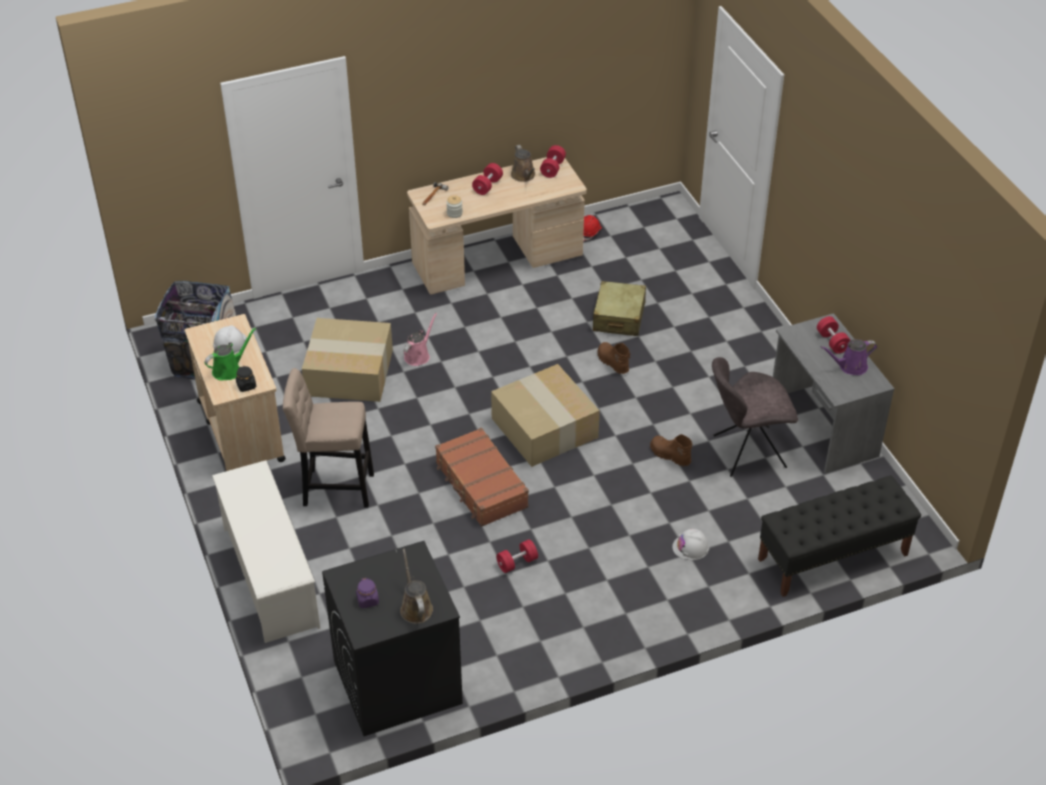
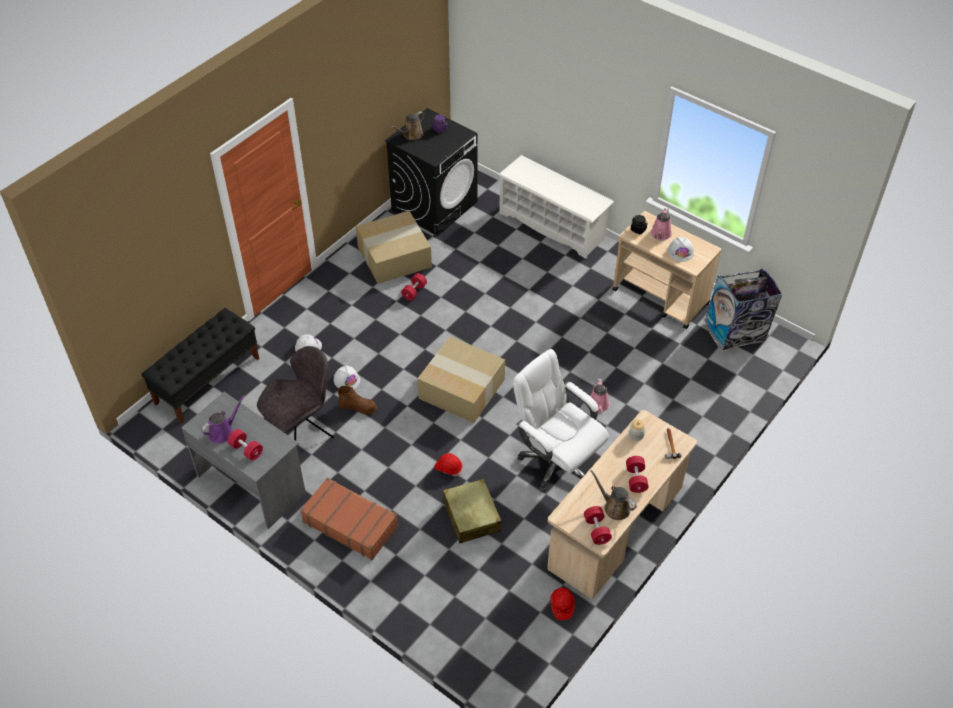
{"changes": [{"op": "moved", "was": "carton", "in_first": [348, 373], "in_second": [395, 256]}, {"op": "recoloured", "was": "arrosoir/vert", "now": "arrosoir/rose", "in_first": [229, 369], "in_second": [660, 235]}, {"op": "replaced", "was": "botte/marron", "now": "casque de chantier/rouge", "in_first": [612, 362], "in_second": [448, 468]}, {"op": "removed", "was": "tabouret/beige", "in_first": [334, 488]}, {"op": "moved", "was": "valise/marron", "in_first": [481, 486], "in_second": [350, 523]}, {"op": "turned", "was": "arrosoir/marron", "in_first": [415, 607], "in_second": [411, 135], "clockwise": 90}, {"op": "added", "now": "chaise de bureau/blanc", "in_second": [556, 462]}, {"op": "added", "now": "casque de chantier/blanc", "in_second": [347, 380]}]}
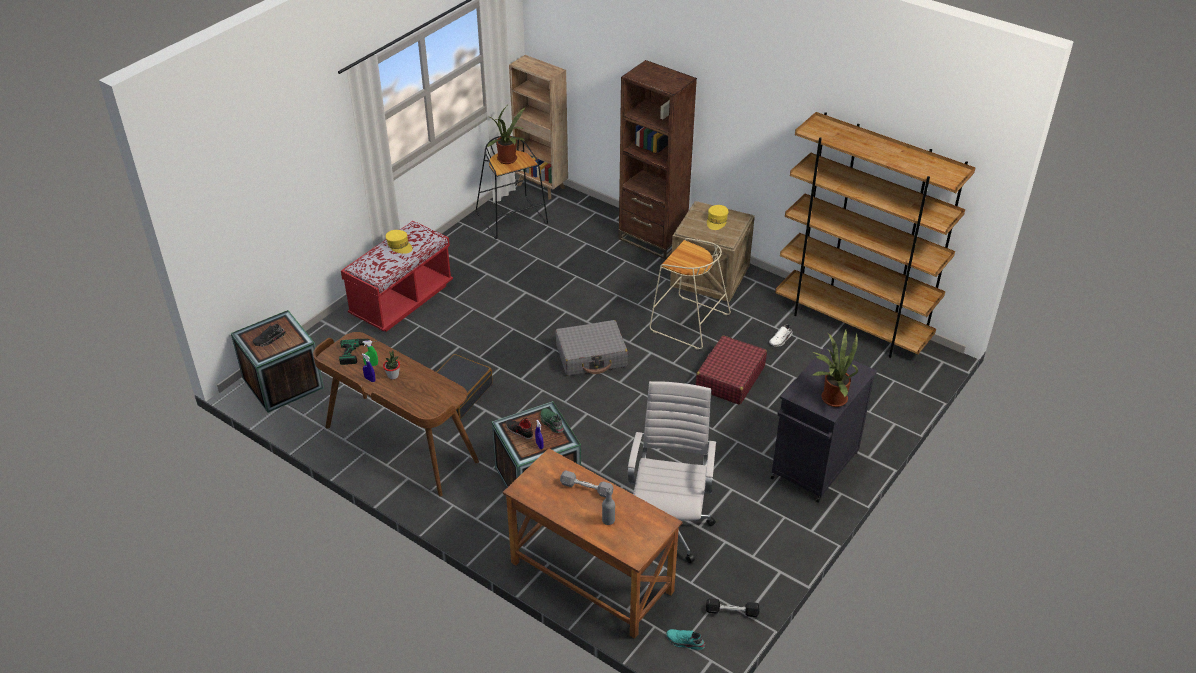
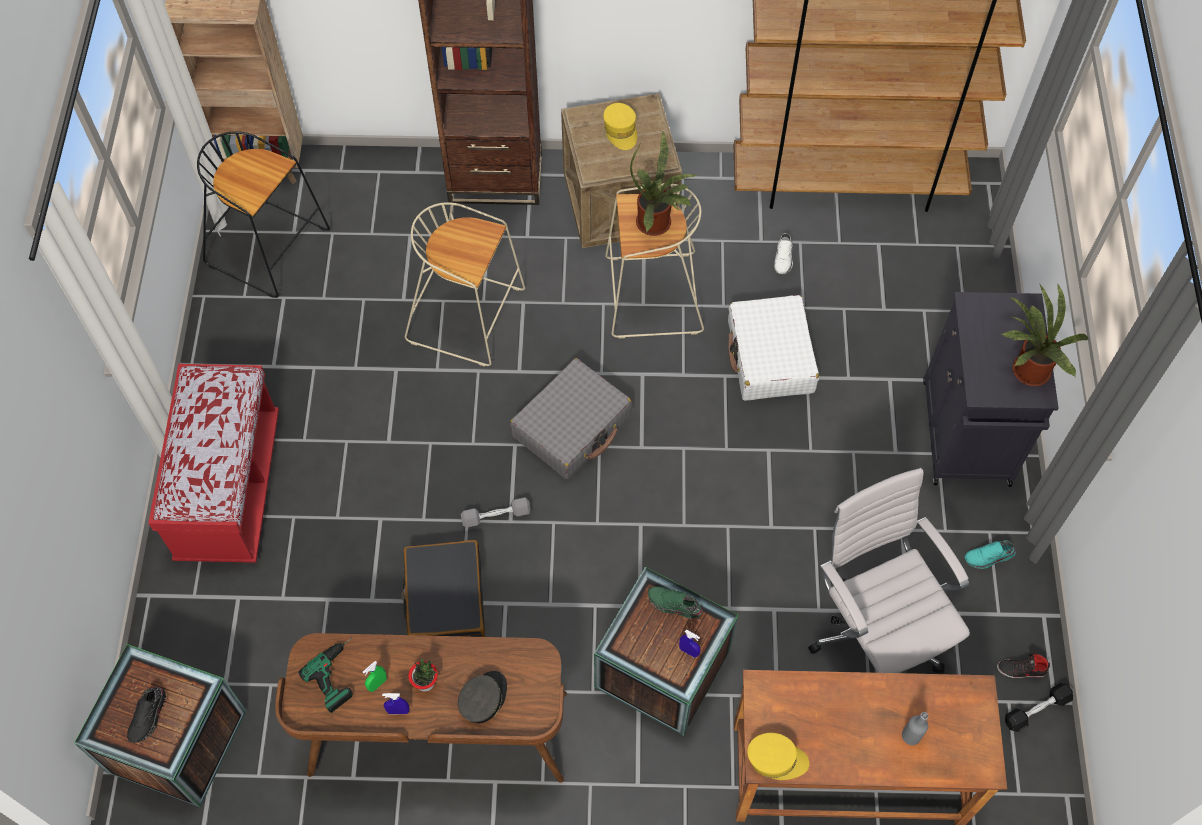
{"changes": [{"op": "moved", "was": "plante en pot", "in_first": [508, 160], "in_second": [657, 224]}, {"op": "moved", "was": "casquette/jaune", "in_first": [399, 245], "in_second": [776, 759]}, {"op": "recoloured", "was": "valise/rouge", "now": "valise/blanc", "in_first": [729, 378], "in_second": [770, 357]}, {"op": "moved", "was": "chaussure/noir", "in_first": [519, 431], "in_second": [1021, 670]}, {"op": "moved", "was": "haltère/gris", "in_first": [586, 489], "in_second": [496, 516]}, {"op": "moved", "was": "chaussure/turquoise", "in_first": [685, 642], "in_second": [988, 557]}, {"op": "added", "now": "tabouret/beige", "in_second": [469, 316]}, {"op": "added", "now": "casquette/gris", "in_second": [483, 699]}]}
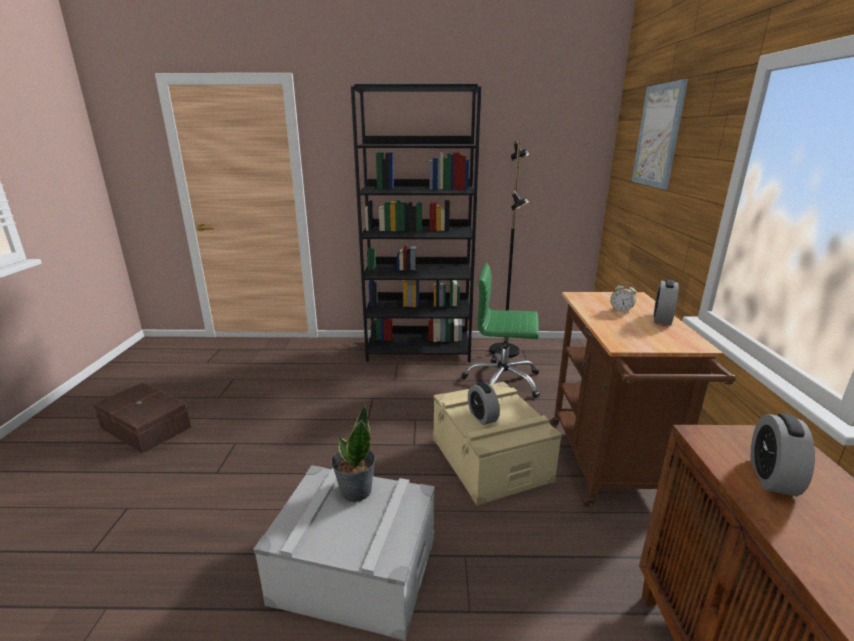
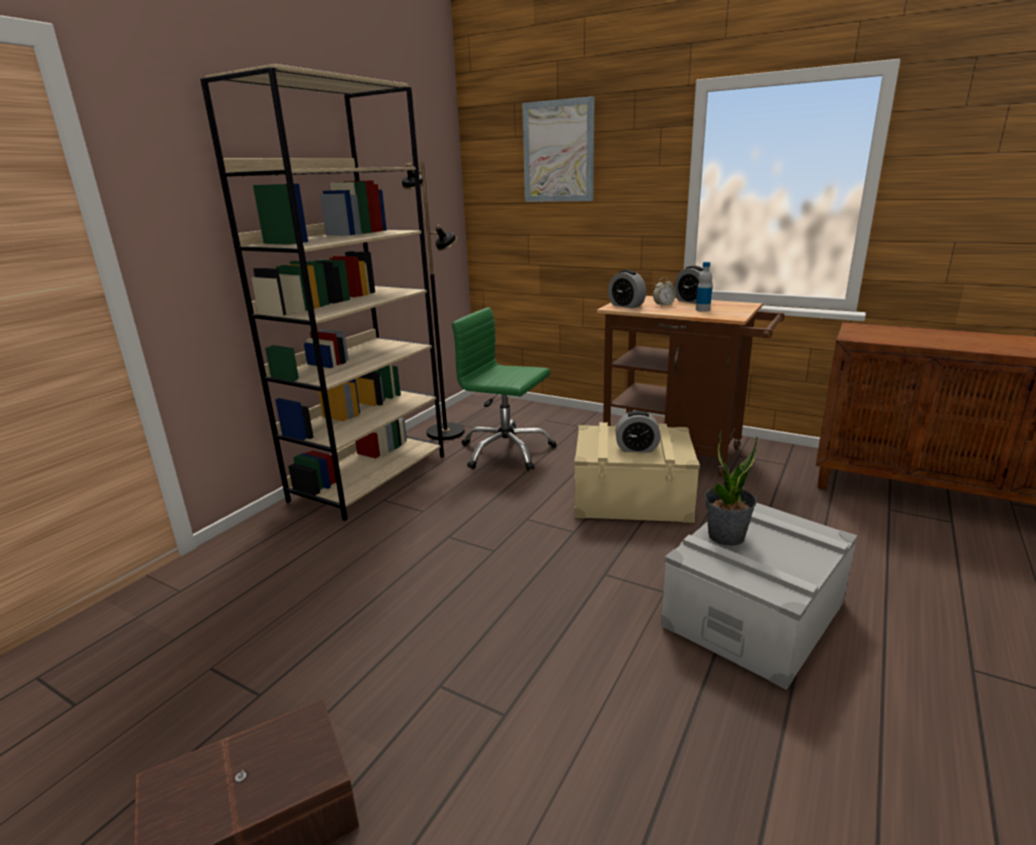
{"changes": [{"op": "recoloured", "was": "bibliothèque/noir", "now": "bibliothèque/beige", "in_first": [419, 350], "in_second": [370, 477]}, {"op": "turned", "was": "chaise de bureau/vert", "in_first": [502, 381], "in_second": [506, 451], "clockwise": 75}, {"op": "moved", "was": "réveil", "in_first": [772, 477], "in_second": [626, 305]}, {"op": "added", "now": "bouteille", "in_second": [702, 310]}]}
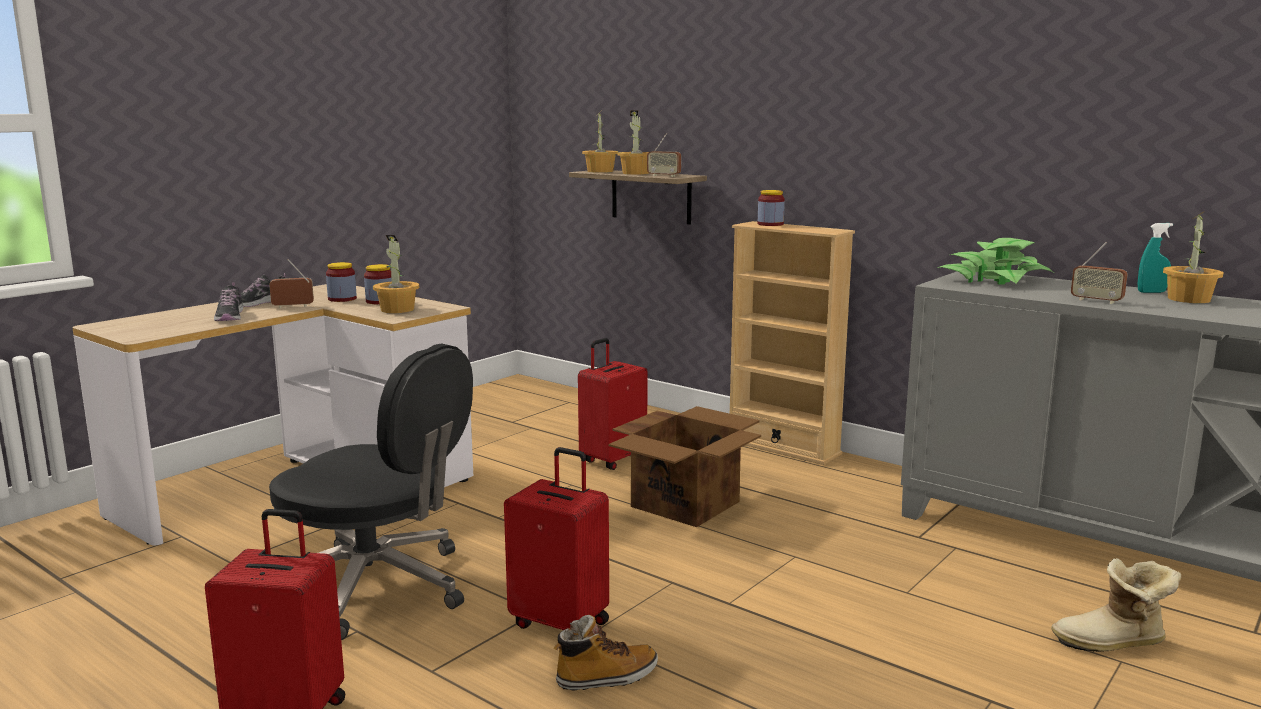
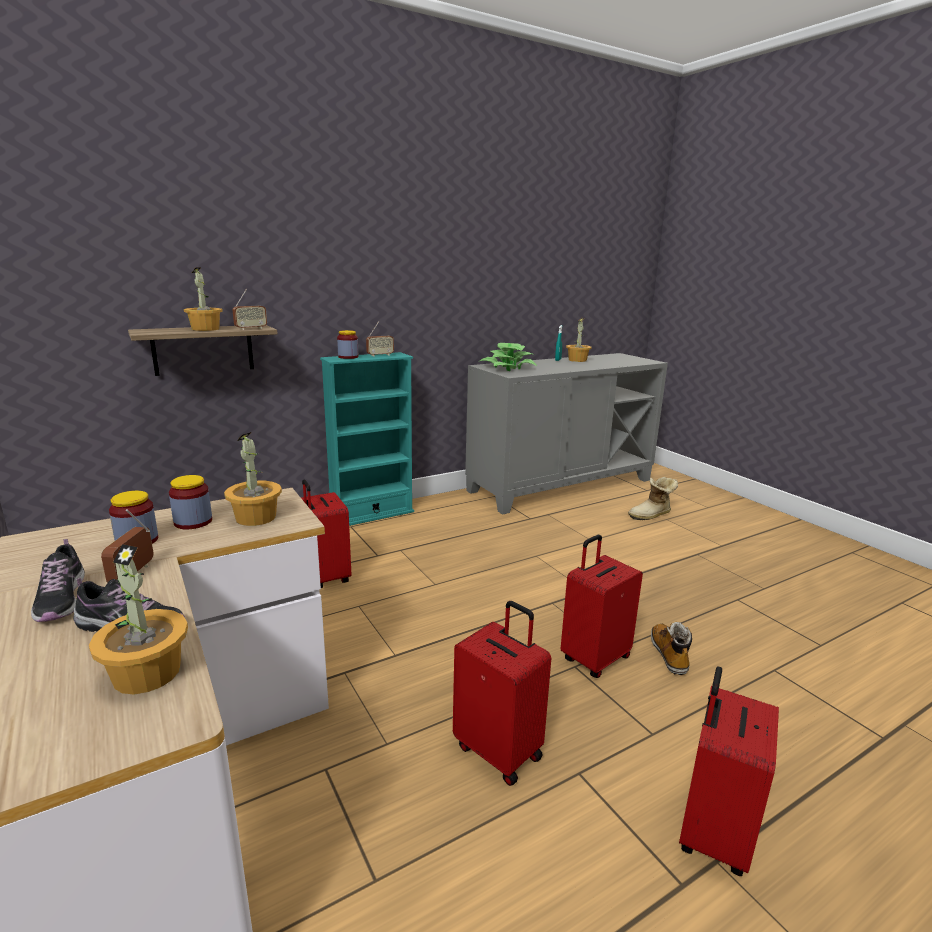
{"changes": [{"op": "moved", "was": "plante en pot", "in_first": [600, 171], "in_second": [148, 672]}, {"op": "recoloured", "was": "bibliothèque/beige", "now": "bibliothèque/turquoise", "in_first": [783, 447], "in_second": [372, 514]}, {"op": "moved", "was": "radio", "in_first": [1096, 301], "in_second": [380, 355]}, {"op": "replaced", "was": "chaise de bureau/noir", "now": "valise/rouge", "in_first": [377, 587], "in_second": [499, 750]}, {"op": "removed", "was": "carton", "in_first": [686, 503]}, {"op": "turned", "was": "botte", "in_first": [1113, 644], "in_second": [652, 515], "clockwise": 45}]}
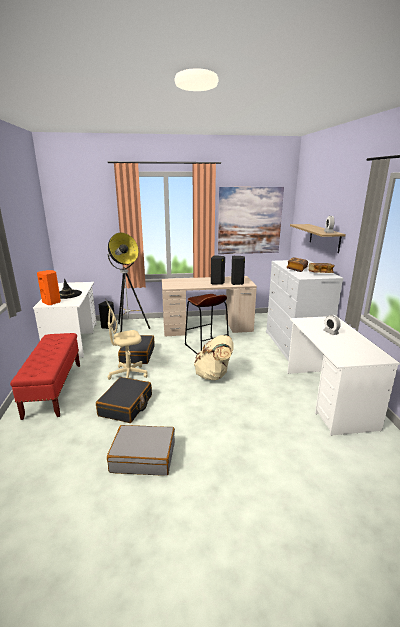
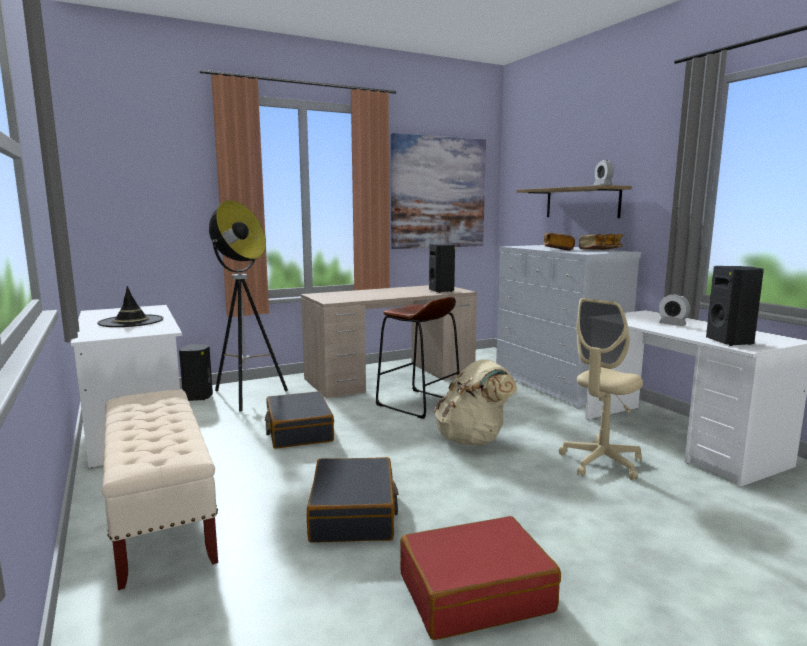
{"changes": [{"op": "moved", "was": "enceinte/noir", "in_first": [217, 283], "in_second": [731, 342]}, {"op": "removed", "was": "enceinte/orange", "in_first": [52, 302]}, {"op": "moved", "was": "chaise de bureau/beige", "in_first": [128, 375], "in_second": [601, 463]}, {"op": "recoloured", "was": "banc/rouge", "now": "banc/beige", "in_first": [54, 389], "in_second": [160, 516]}, {"op": "recoloured", "was": "valise/gris", "now": "valise/rouge", "in_first": [143, 457], "in_second": [475, 592]}]}
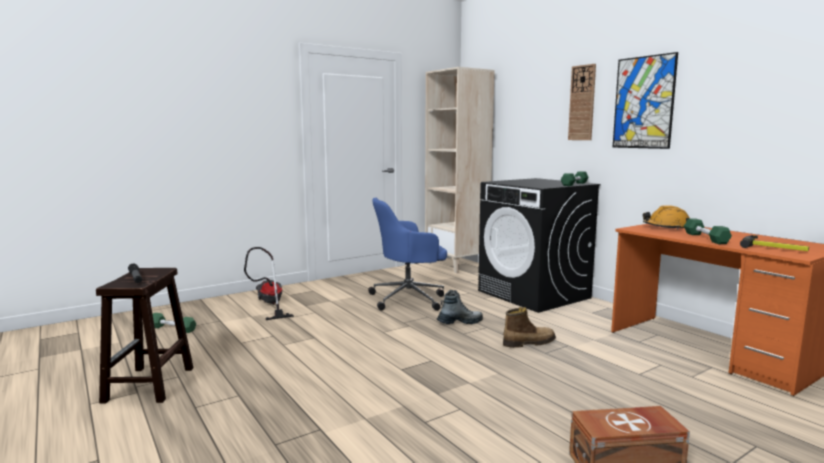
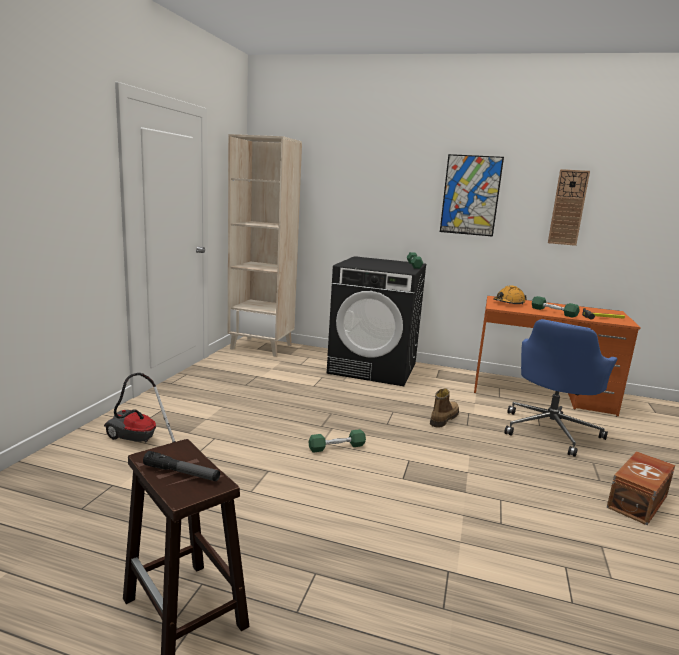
{"changes": [{"op": "moved", "was": "horloge murale", "in_first": [582, 103], "in_second": [568, 207]}, {"op": "moved", "was": "chaise de bureau/bleu", "in_first": [409, 299], "in_second": [551, 430]}, {"op": "removed", "was": "botte", "in_first": [459, 322]}, {"op": "moved", "was": "haltère/vert", "in_first": [172, 329], "in_second": [336, 447]}]}
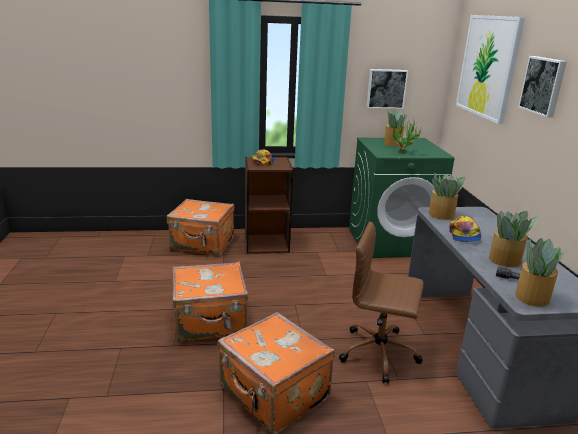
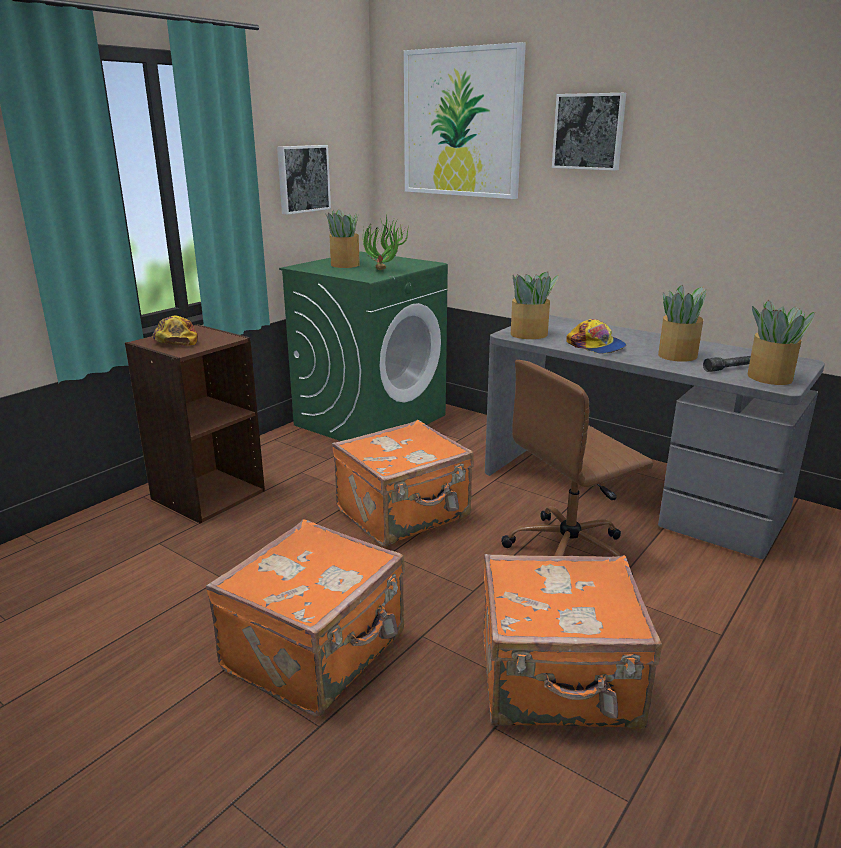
{"changes": [{"op": "moved", "was": "valise/orange", "in_first": [202, 244], "in_second": [404, 514]}]}
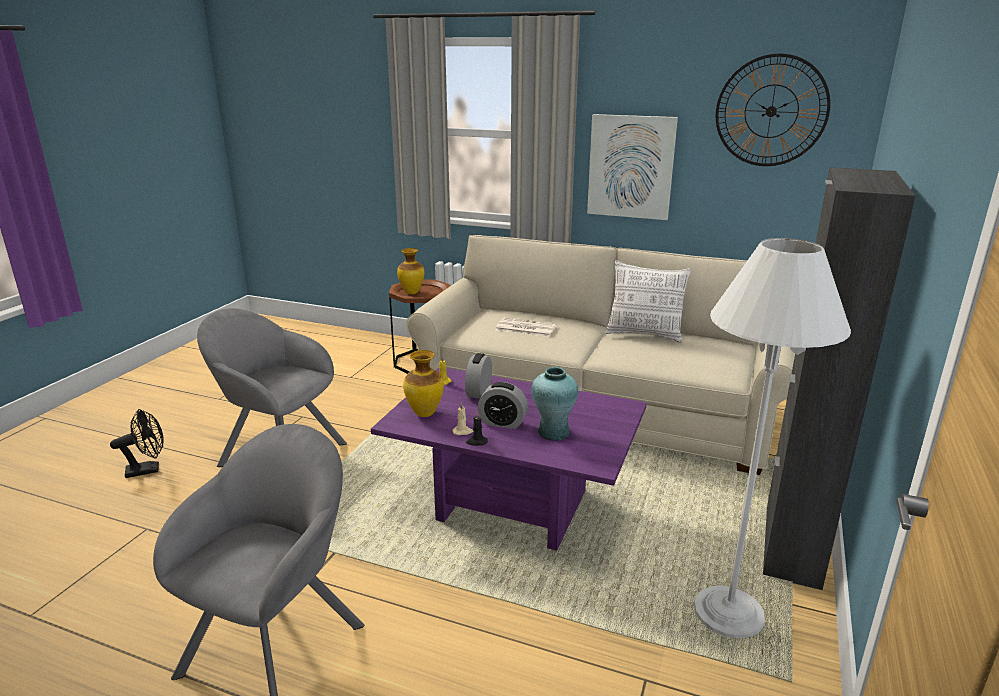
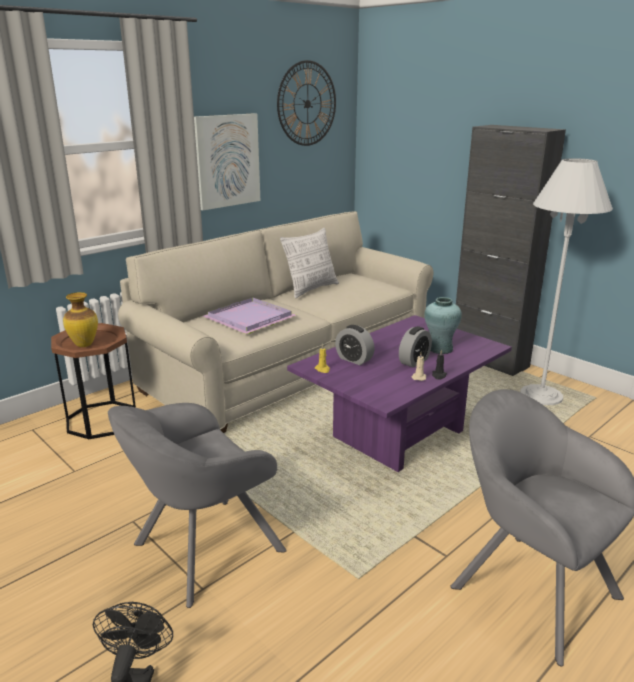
{"changes": [{"op": "replaced", "was": "journal", "now": "plateau/violet", "in_first": [525, 328], "in_second": [249, 319]}, {"op": "removed", "was": "vase", "in_first": [424, 413]}]}
